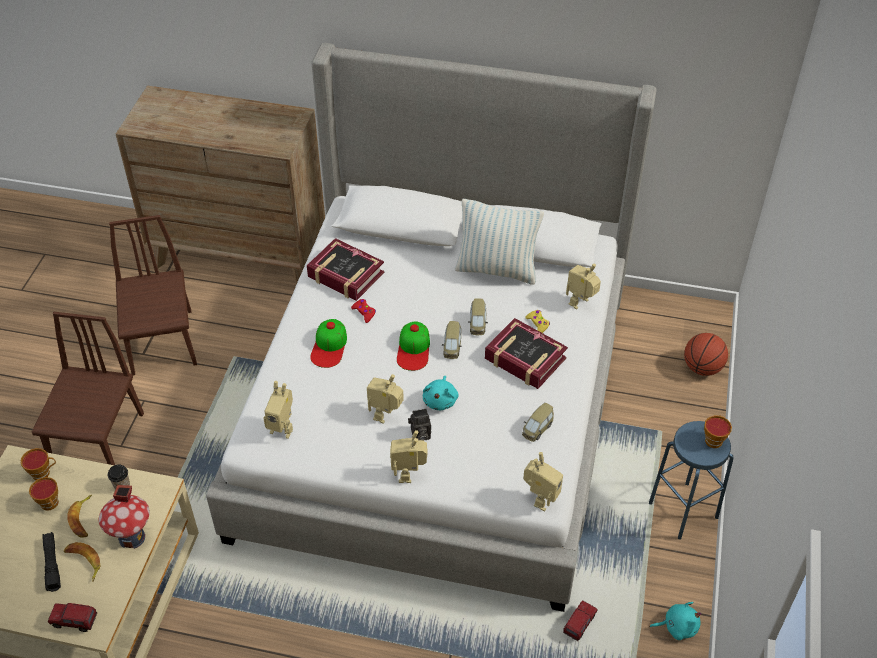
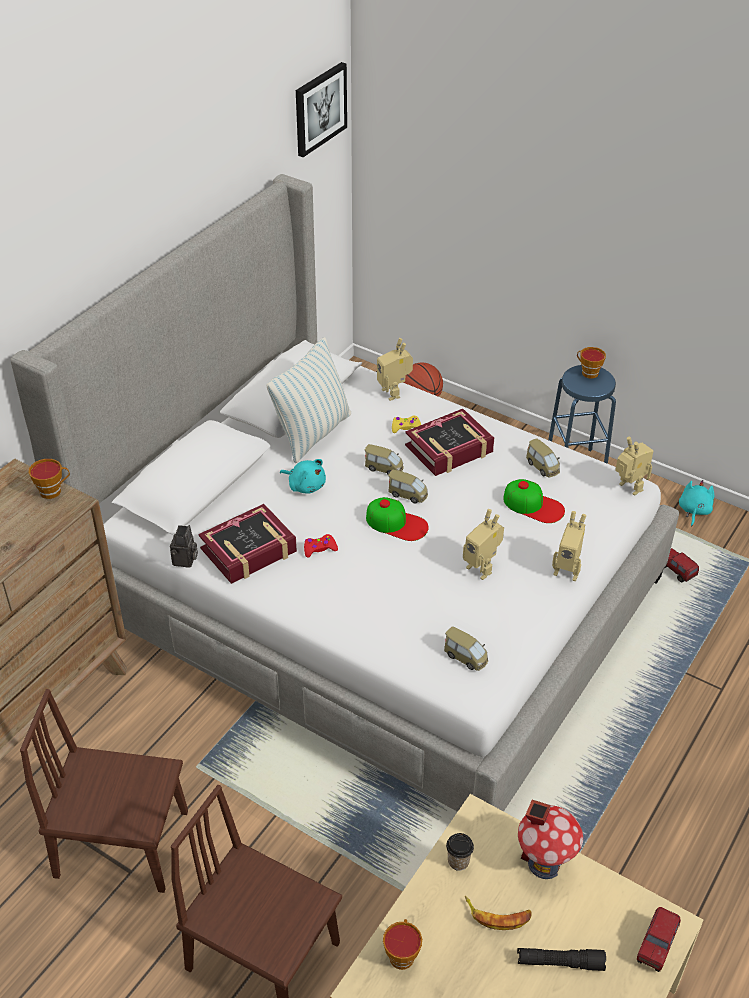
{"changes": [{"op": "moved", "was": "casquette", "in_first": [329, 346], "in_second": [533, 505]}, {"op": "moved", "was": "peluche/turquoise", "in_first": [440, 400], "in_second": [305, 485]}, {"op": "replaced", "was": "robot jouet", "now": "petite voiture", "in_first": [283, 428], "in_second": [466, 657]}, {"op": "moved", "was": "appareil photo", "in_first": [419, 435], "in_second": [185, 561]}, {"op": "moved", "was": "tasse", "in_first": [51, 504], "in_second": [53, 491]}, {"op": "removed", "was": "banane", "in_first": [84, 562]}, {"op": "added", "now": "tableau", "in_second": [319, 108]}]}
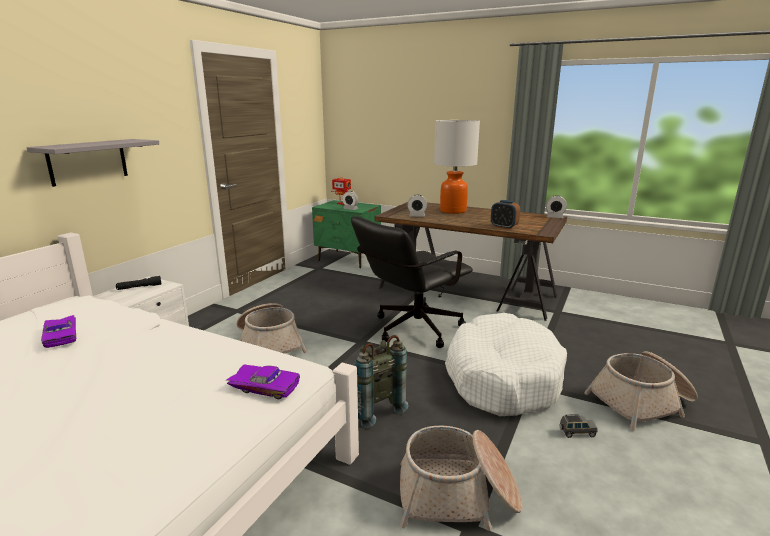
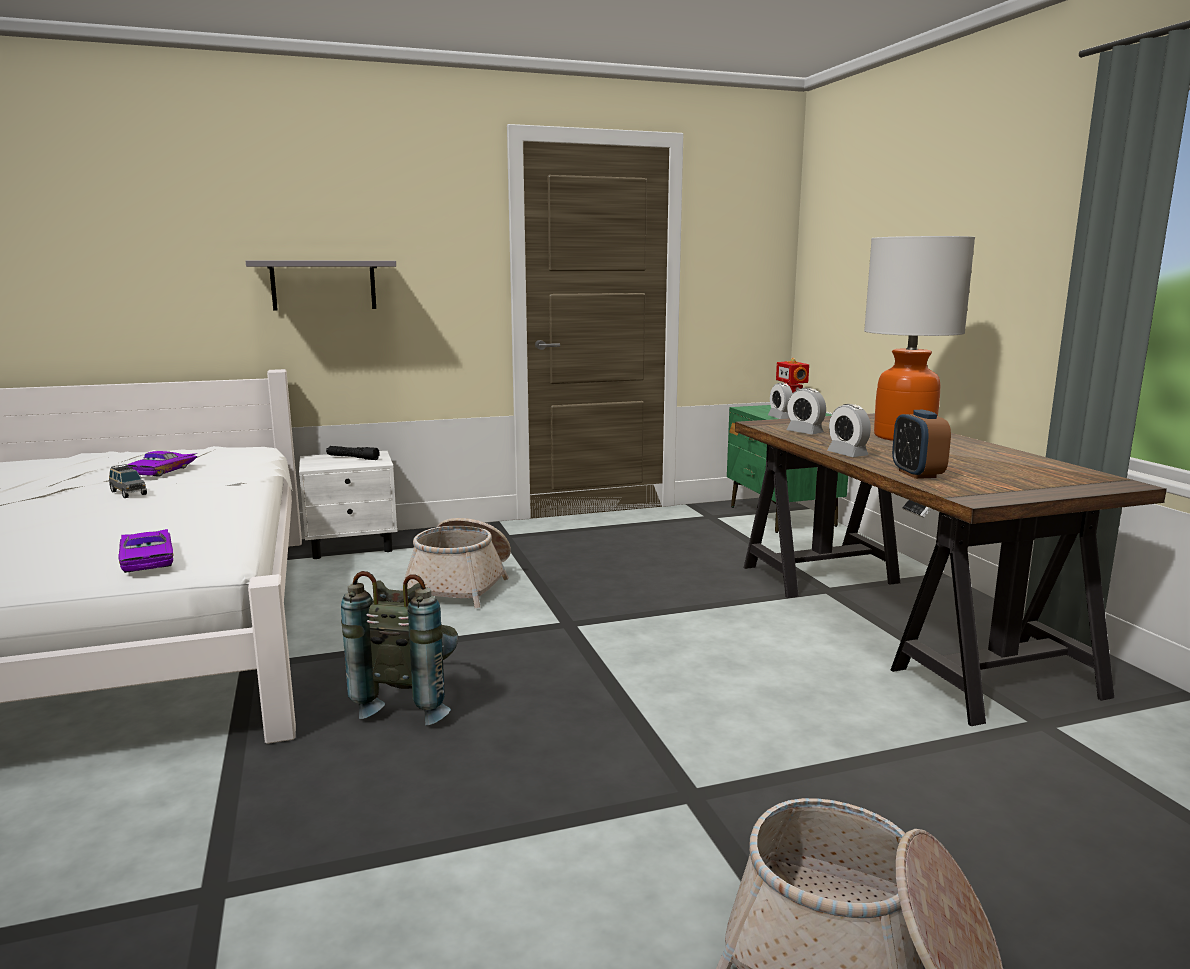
{"changes": [{"op": "moved", "was": "réveil", "in_first": [554, 217], "in_second": [847, 454]}, {"op": "removed", "was": "chaise de bureau/noir", "in_first": [411, 330]}, {"op": "removed", "was": "panier pour chien/blanc", "in_first": [502, 377]}, {"op": "moved", "was": "petite voiture/gris", "in_first": [576, 432], "in_second": [128, 493]}, {"op": "removed", "was": "panier", "in_first": [458, 496]}]}
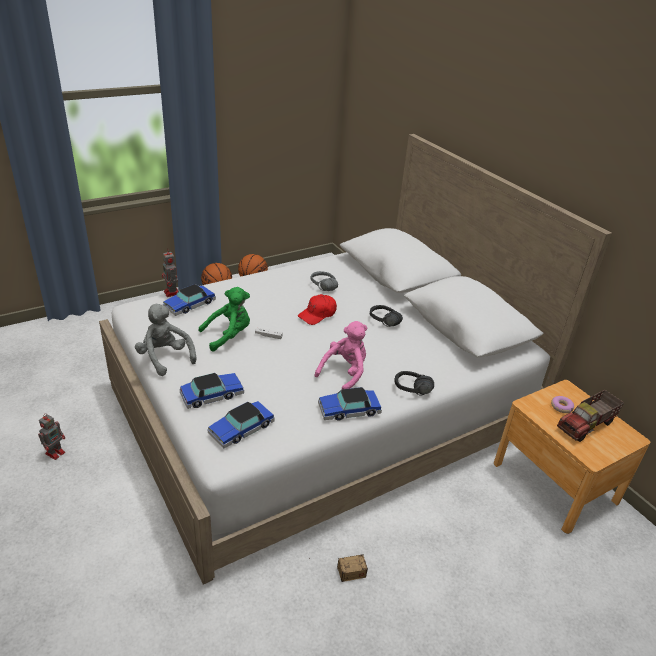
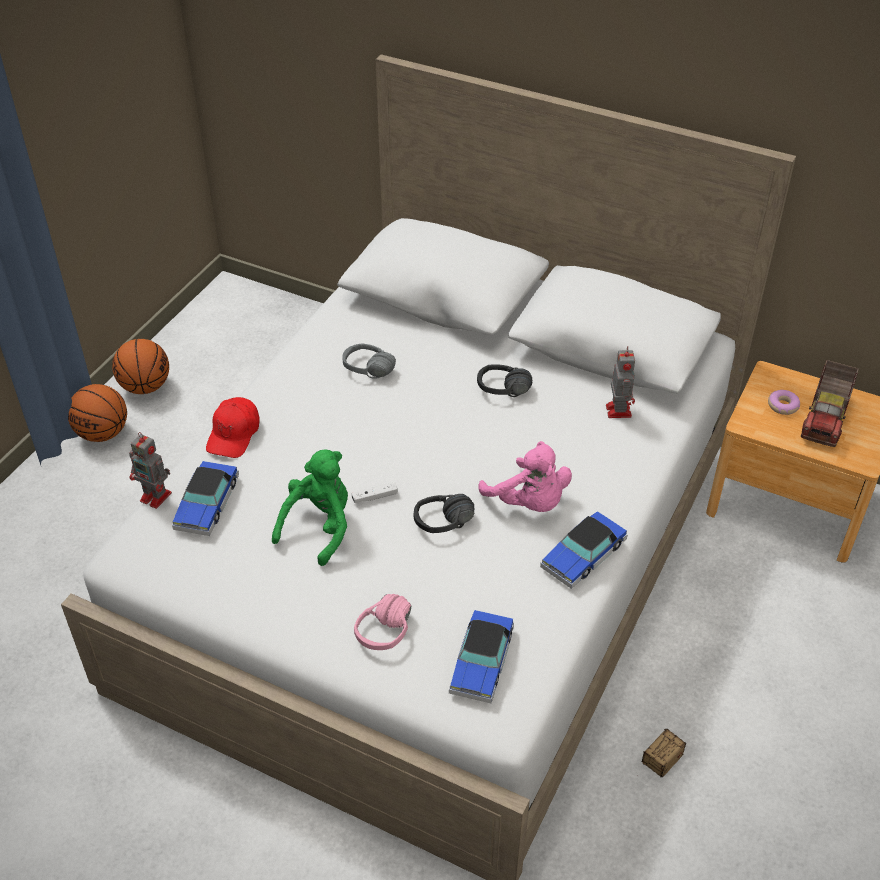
{"changes": [{"op": "moved", "was": "casquette/rouge", "in_first": [317, 314], "in_second": [234, 434]}, {"op": "removed", "was": "peluche/gris", "in_first": [165, 358]}, {"op": "turned", "was": "peluche/rose", "in_first": [344, 373], "in_second": [529, 503], "clockwise": 135}, {"op": "moved", "was": "casque audio/noir", "in_first": [412, 392], "in_second": [447, 528]}, {"op": "replaced", "was": "petite voiture", "now": "casque audio/rose", "in_first": [212, 395], "in_second": [394, 635]}, {"op": "moved", "was": "robot jouet", "in_first": [56, 452], "in_second": [618, 410]}]}
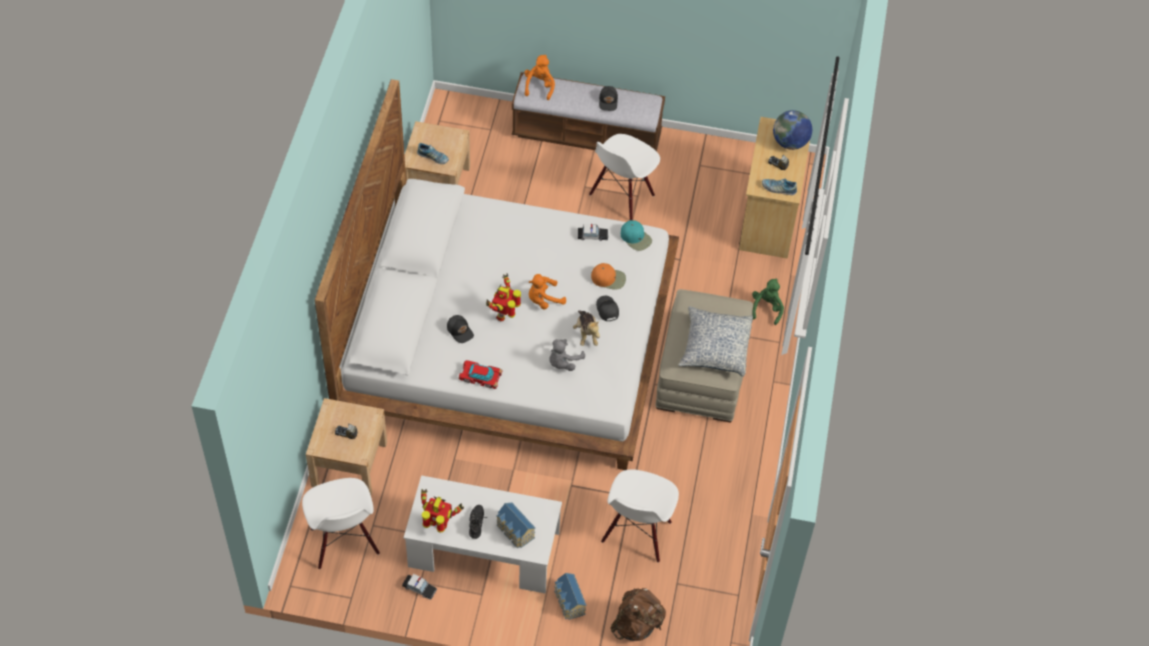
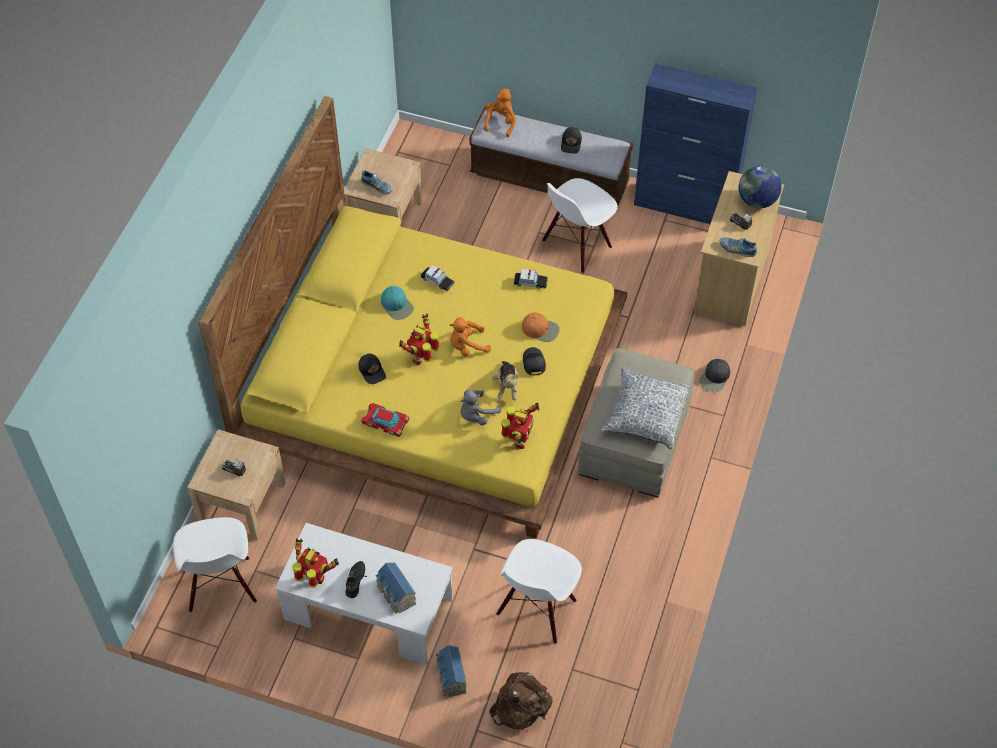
{"changes": [{"op": "recoloured", "was": "lit/blanc", "now": "lit/jaune", "in_first": [509, 337], "in_second": [434, 383]}, {"op": "moved", "was": "casquette/turquoise", "in_first": [636, 238], "in_second": [397, 305]}, {"op": "replaced", "was": "peluche/vert", "now": "casquette/noir", "in_first": [766, 308], "in_second": [715, 378]}, {"op": "moved", "was": "petite voiture", "in_first": [419, 588], "in_second": [437, 281]}, {"op": "added", "now": "meuble de rangement/bleu", "in_second": [685, 206]}, {"op": "added", "now": "robot jouet", "in_second": [519, 441]}]}
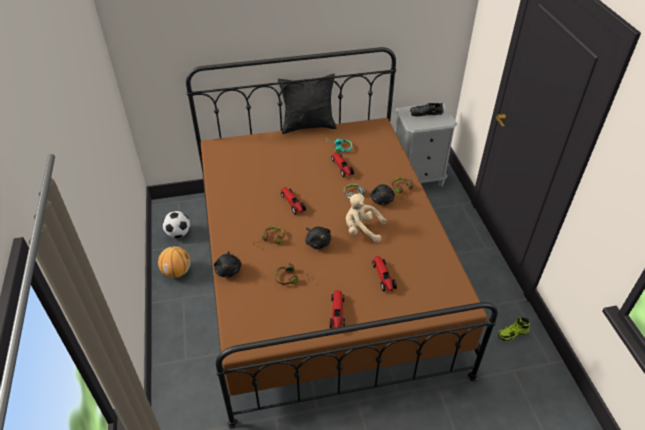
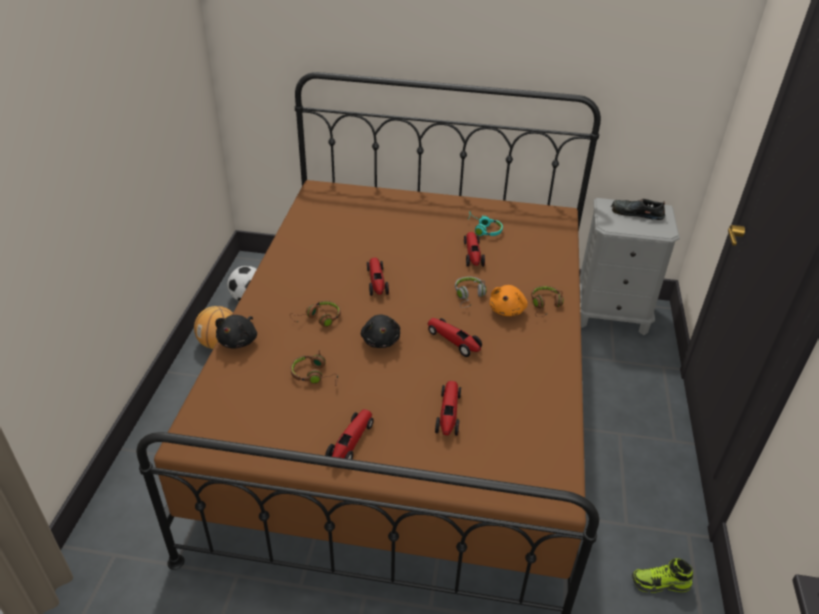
{"changes": [{"op": "removed", "was": "coussin/noir", "in_first": [308, 126]}, {"op": "recoloured", "was": "peluche/noir", "now": "peluche/orange", "in_first": [382, 199], "in_second": [507, 310]}, {"op": "replaced", "was": "peluche/beige", "now": "petite voiture", "in_first": [362, 230], "in_second": [454, 341]}]}
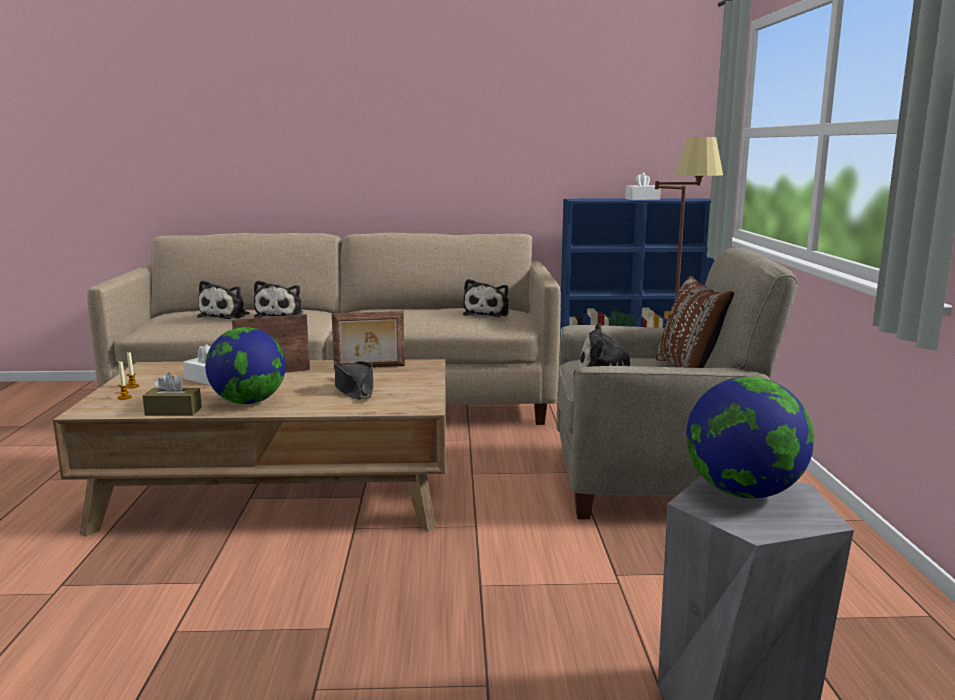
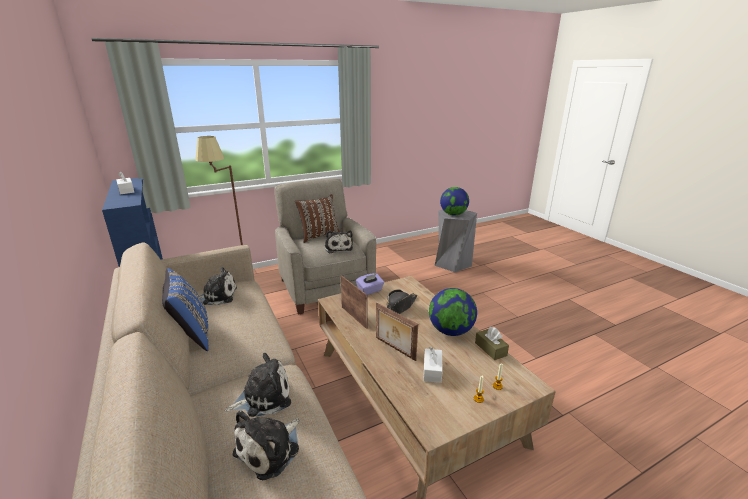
{"changes": [{"op": "turned", "was": "peluche", "in_first": [226, 316], "in_second": [270, 449], "clockwise": 135}, {"op": "added", "now": "coussin/bleu", "in_second": [191, 335]}, {"op": "added", "now": "boîte à mouchoirs/violet", "in_second": [370, 291]}]}
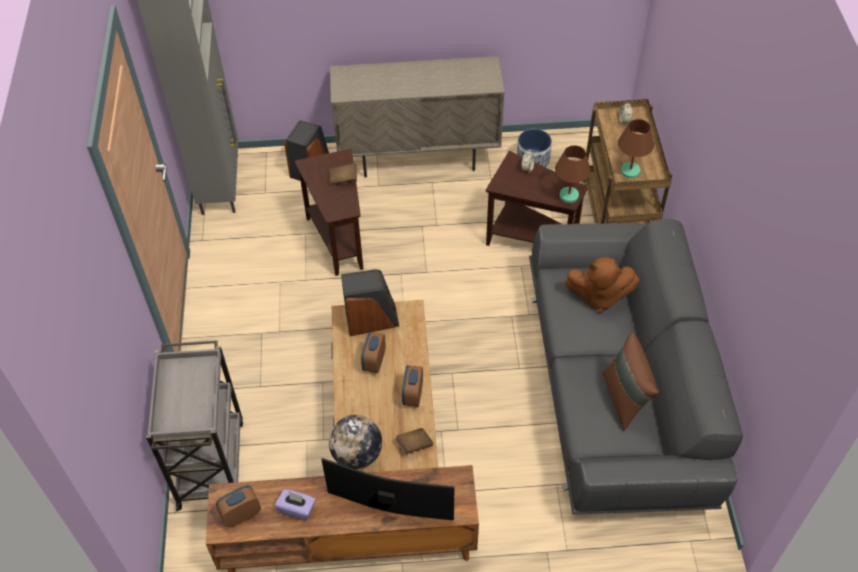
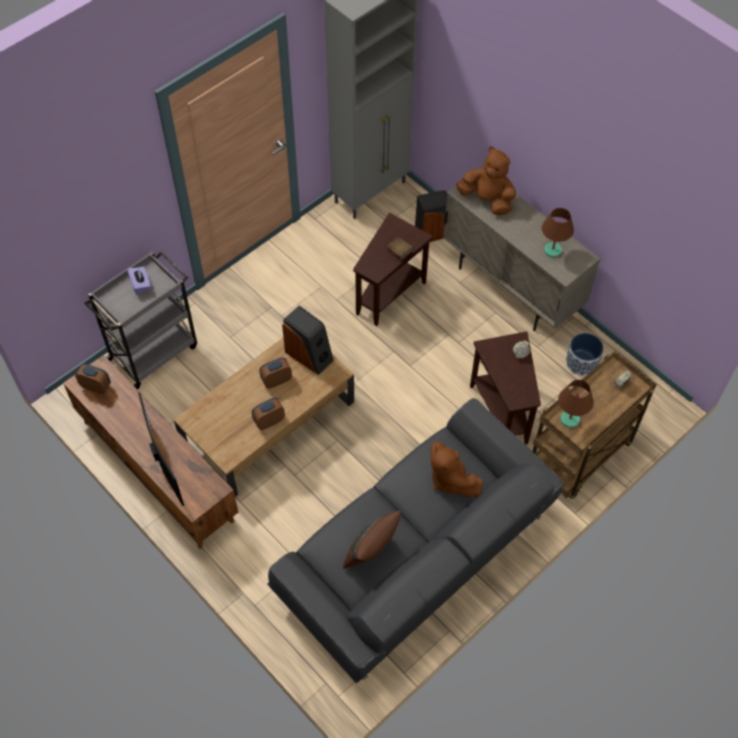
{"changes": [{"op": "moved", "was": "lampe de table/marron", "in_first": [569, 195], "in_second": [553, 251]}, {"op": "removed", "was": "globe", "in_first": [357, 454]}, {"op": "removed", "was": "livre/marron", "in_first": [414, 445]}, {"op": "moved", "was": "boîte à mouchoirs/violet", "in_first": [297, 509], "in_second": [141, 285]}, {"op": "added", "now": "peluche/marron", "in_second": [487, 200]}]}
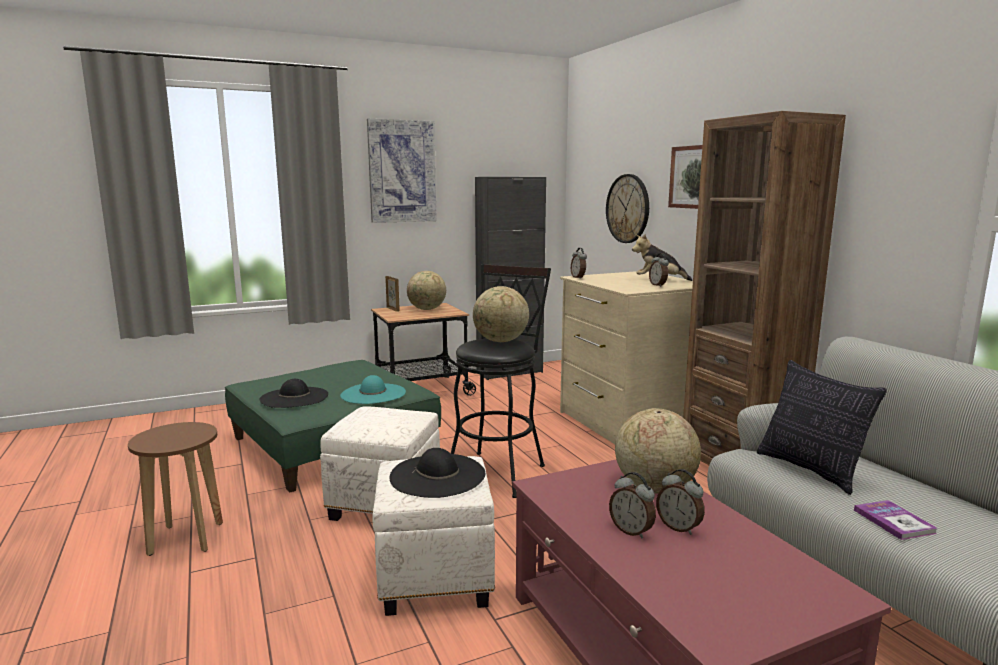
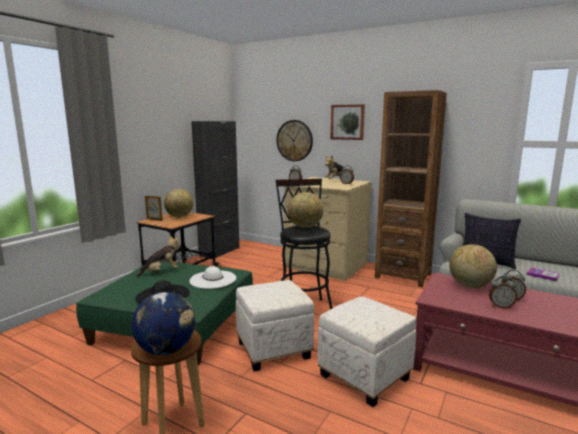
{"changes": [{"op": "removed", "was": "tableau", "in_first": [402, 171]}, {"op": "recoloured", "was": "chapeau/turquoise", "now": "chapeau/blanc", "in_first": [373, 393], "in_second": [213, 279]}, {"op": "removed", "was": "chapeau/noir", "in_first": [438, 475]}, {"op": "added", "now": "peluche", "in_second": [161, 272]}, {"op": "added", "now": "globe", "in_second": [166, 350]}]}
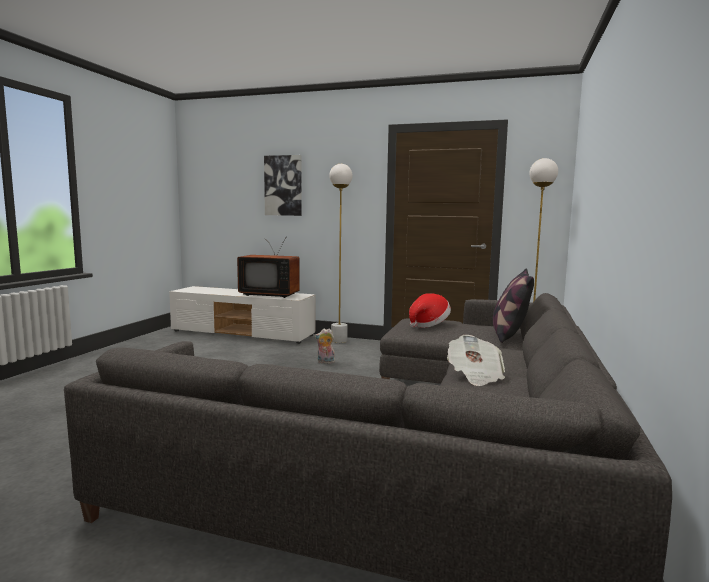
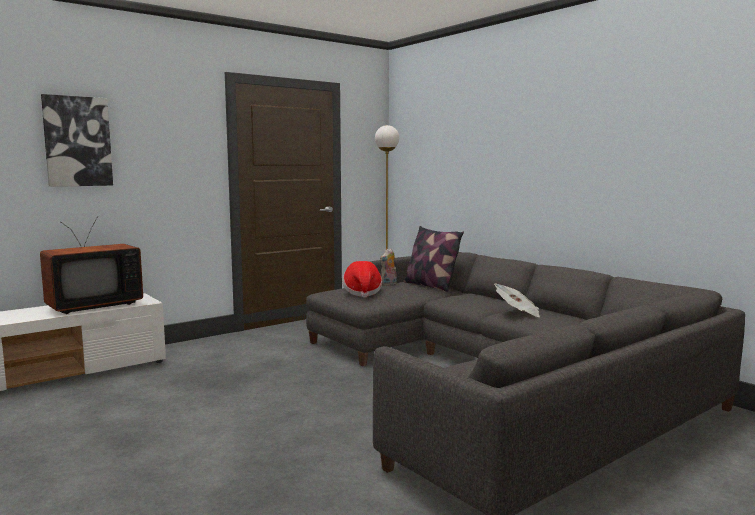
{"changes": [{"op": "removed", "was": "lampadaire/blanc", "in_first": [339, 341]}, {"op": "moved", "was": "peluche", "in_first": [325, 362], "in_second": [388, 284]}]}
